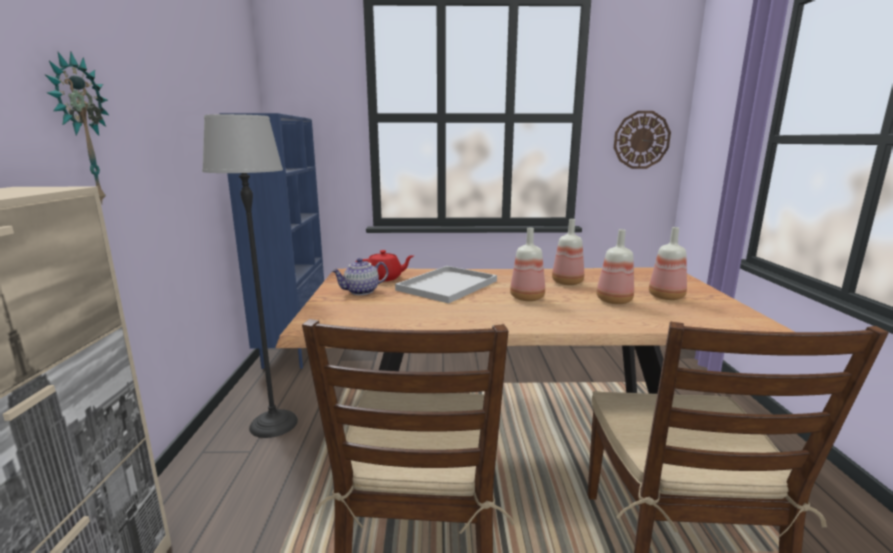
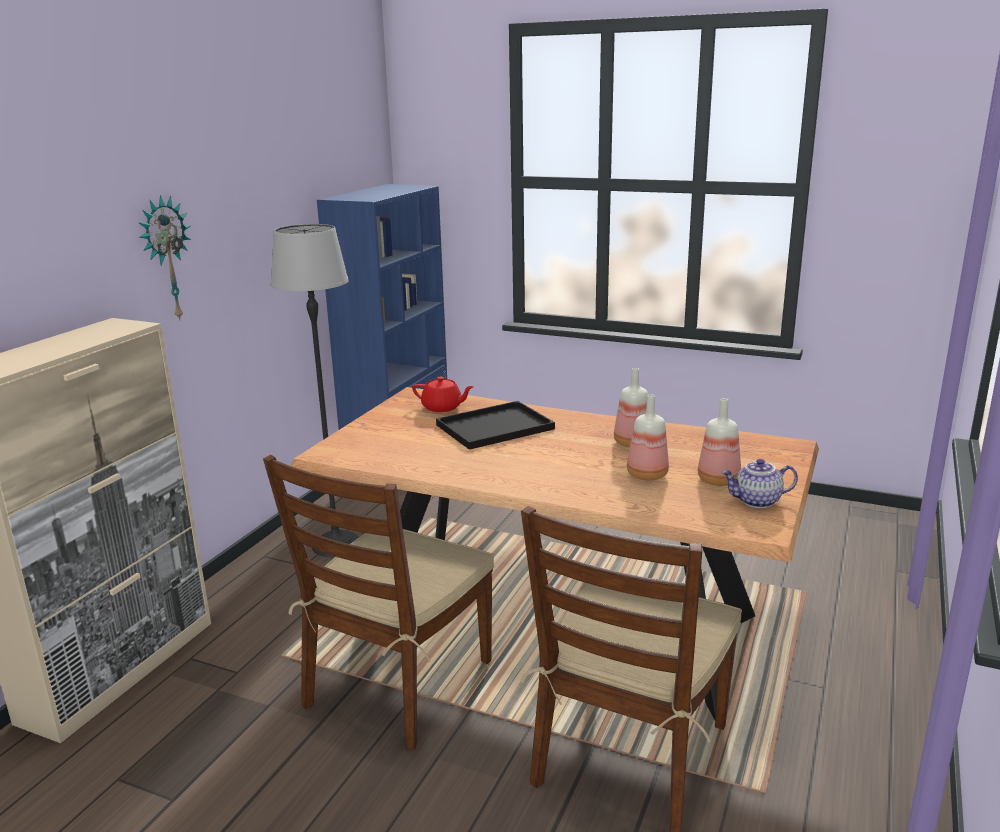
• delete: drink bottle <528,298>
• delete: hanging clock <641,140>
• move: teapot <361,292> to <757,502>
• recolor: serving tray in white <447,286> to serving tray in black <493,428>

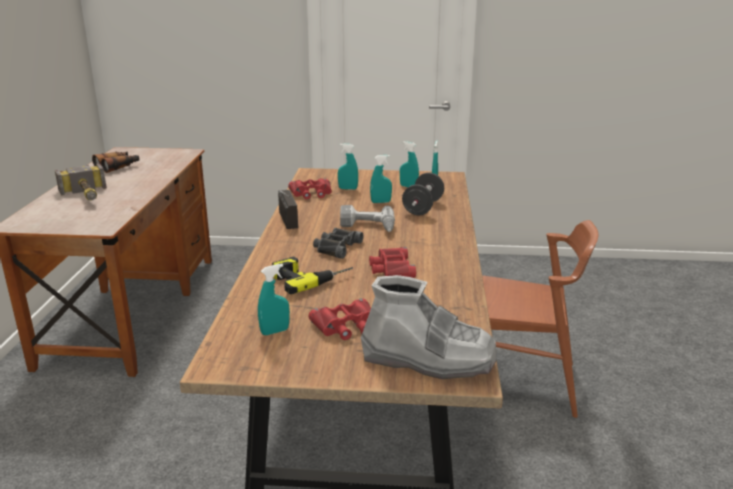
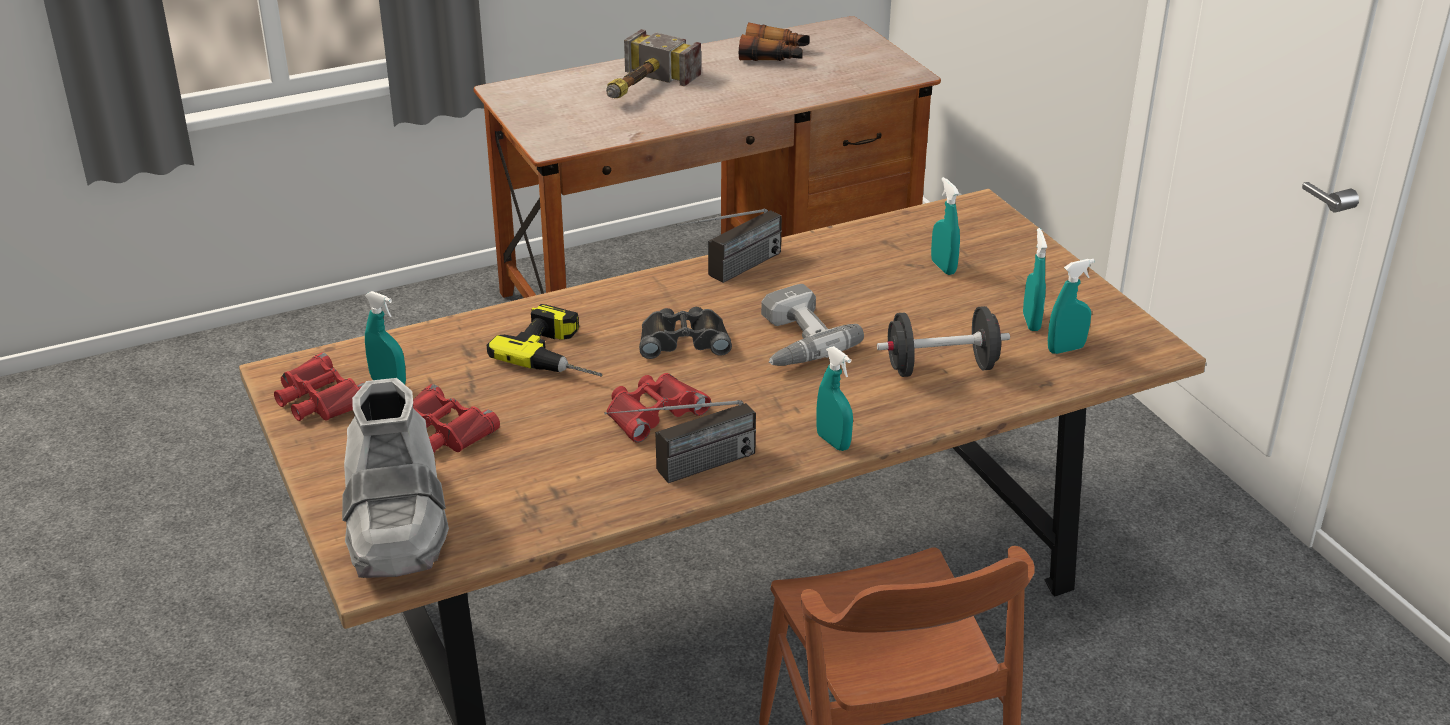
• insert: radio set <683,471>
• move: field glasses in reddish <311,193> to <320,399>
• move: sprayer in turquoise-coloured <381,202> to <833,442>

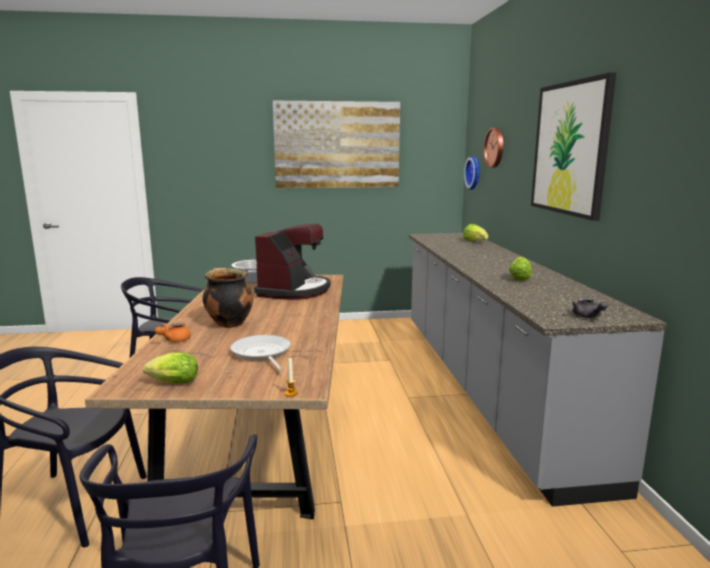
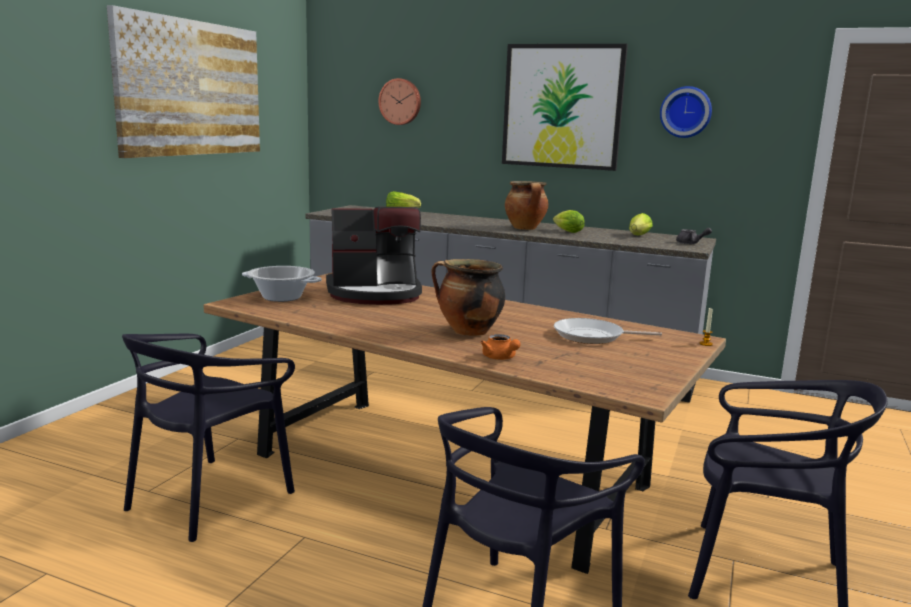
• insert: cooking pot <525,228>
• move: lettuce <171,383> to <638,236>
• move: hanging clock <475,172> to <686,112>
• rotate: coffee maker <294,291> = <375,294> 120 degrees clockwise

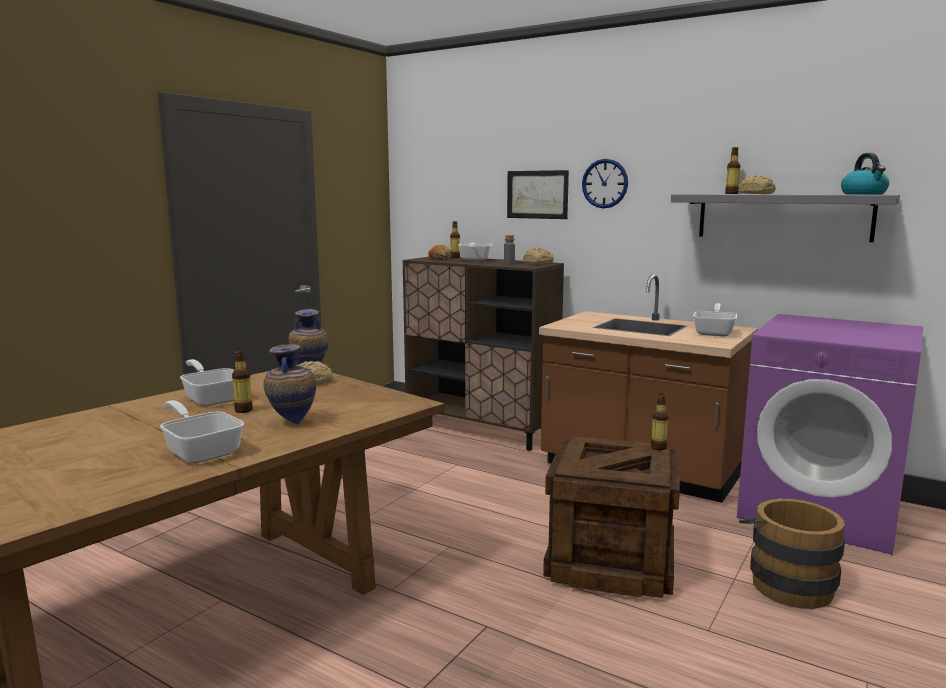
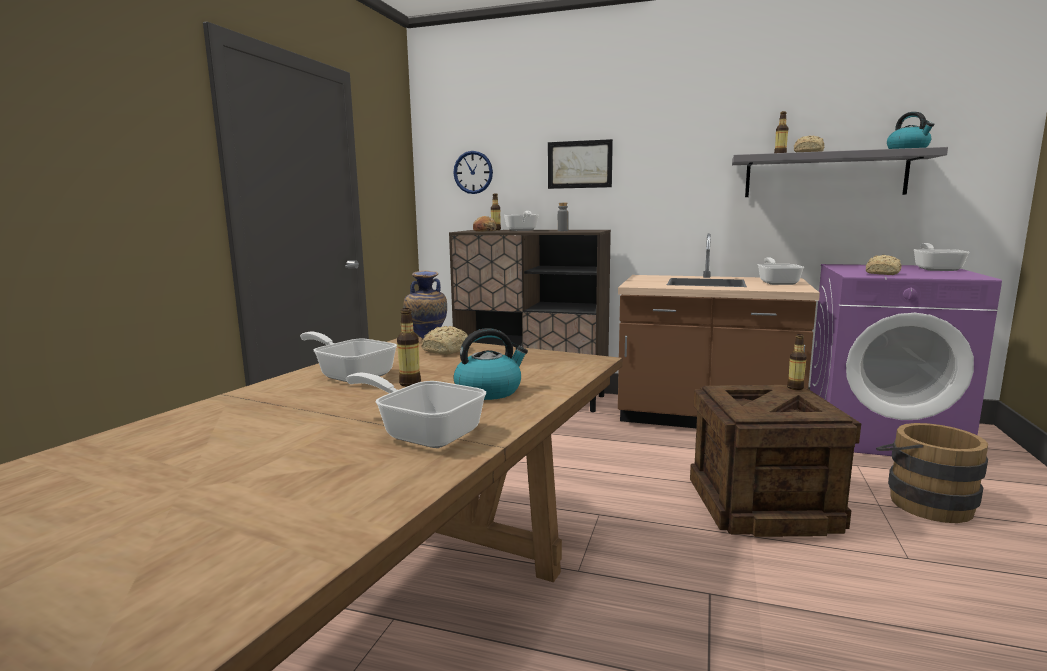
• insert: frying pan <936,269>
• move: bread <538,263> to <883,273>
• move: hanging clock <605,183> to <473,172>
• replace: flower vase <291,423> to water kettle <489,391>

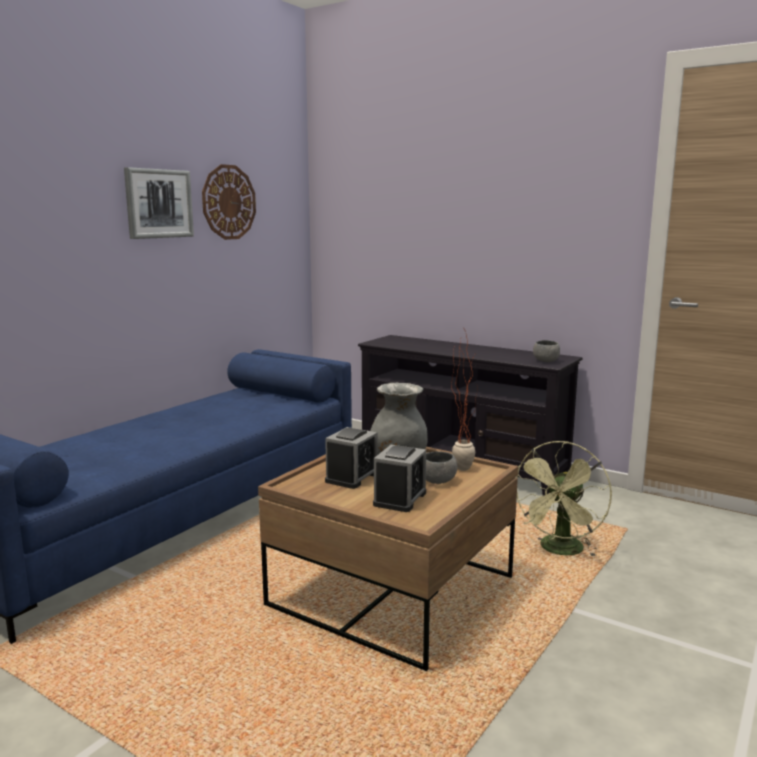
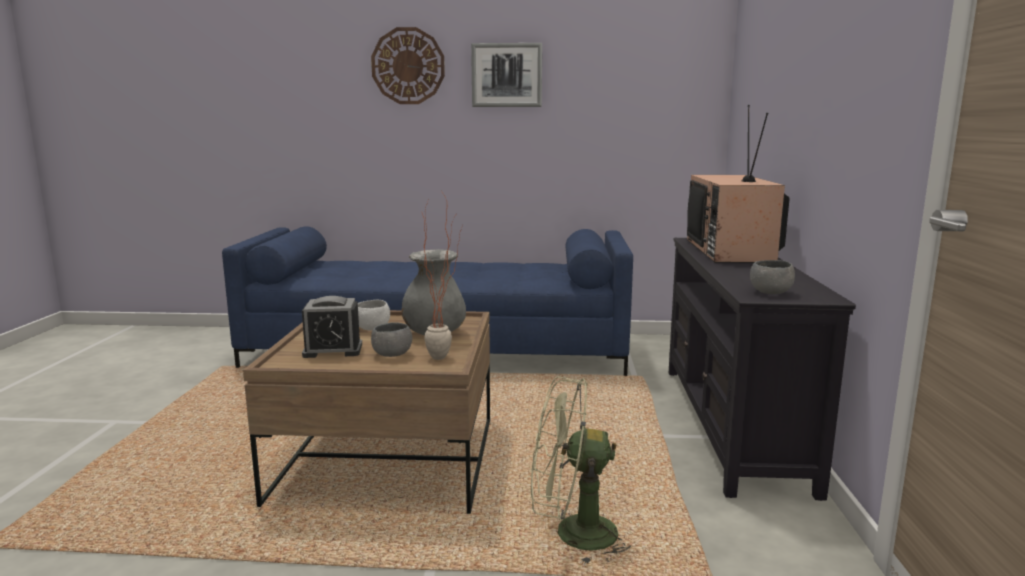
• insert: TV set <731,251>
• move: hanging clock <228,202> to <408,66>
• replace: table clock <352,477> to deep dish in white <372,328>

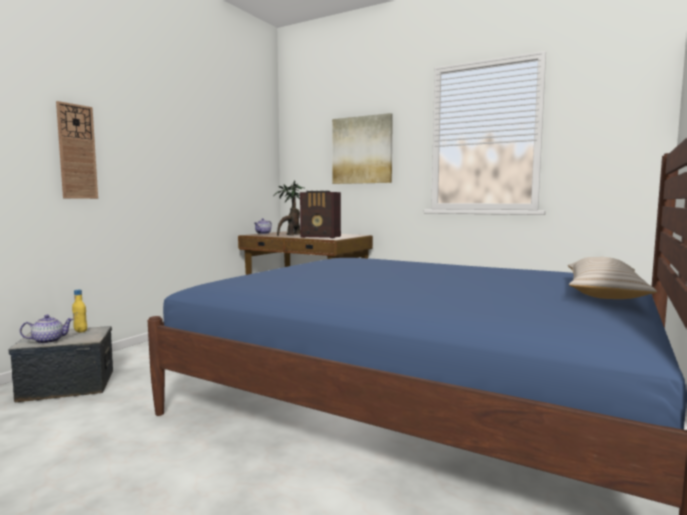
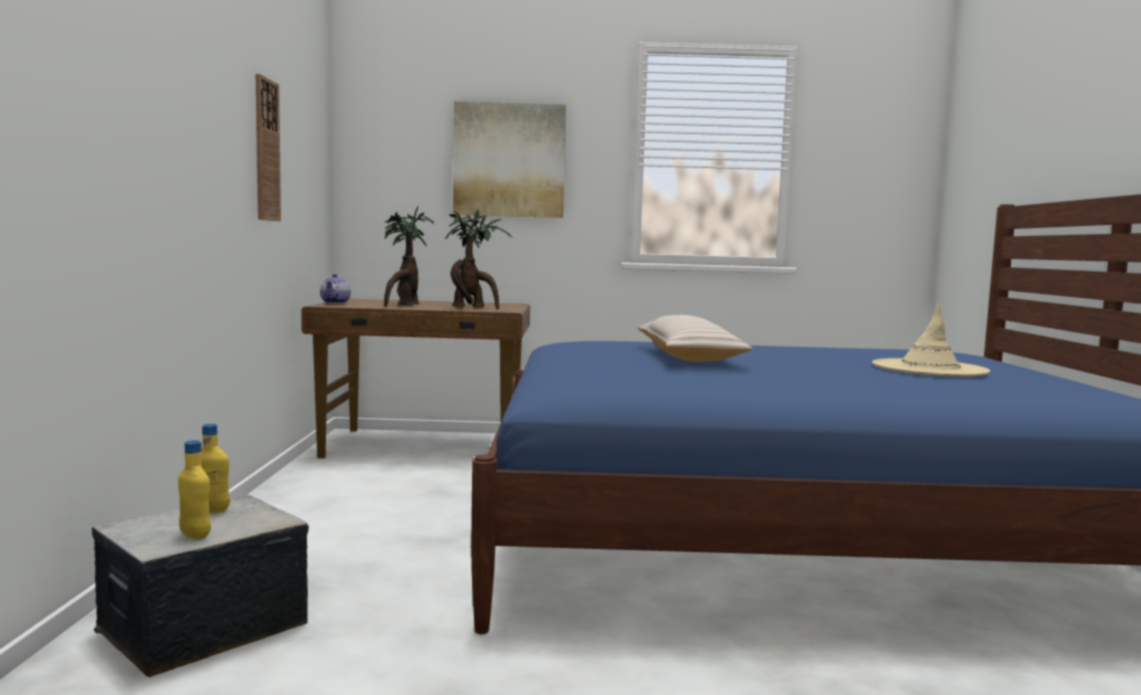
• insert: wearable hat in beige <929,369>
• move: hanging clock <77,152> to <266,150>
• move: cushion in beige <604,293> to <688,357>
• replace: teapot <48,341> to drink bottle in yellow-coloured <195,535>
• replace: radio set <321,237> to potted plant <473,308>

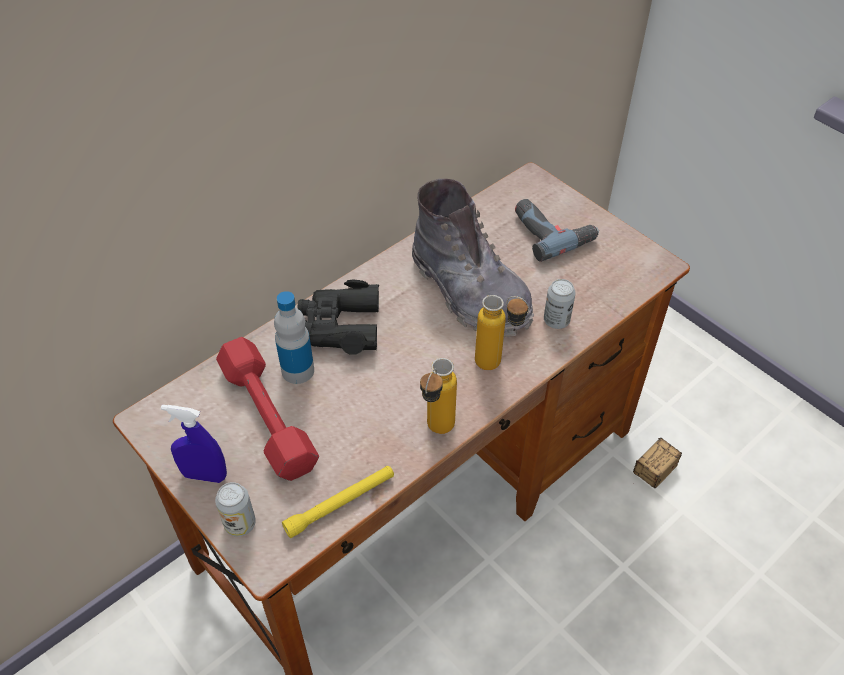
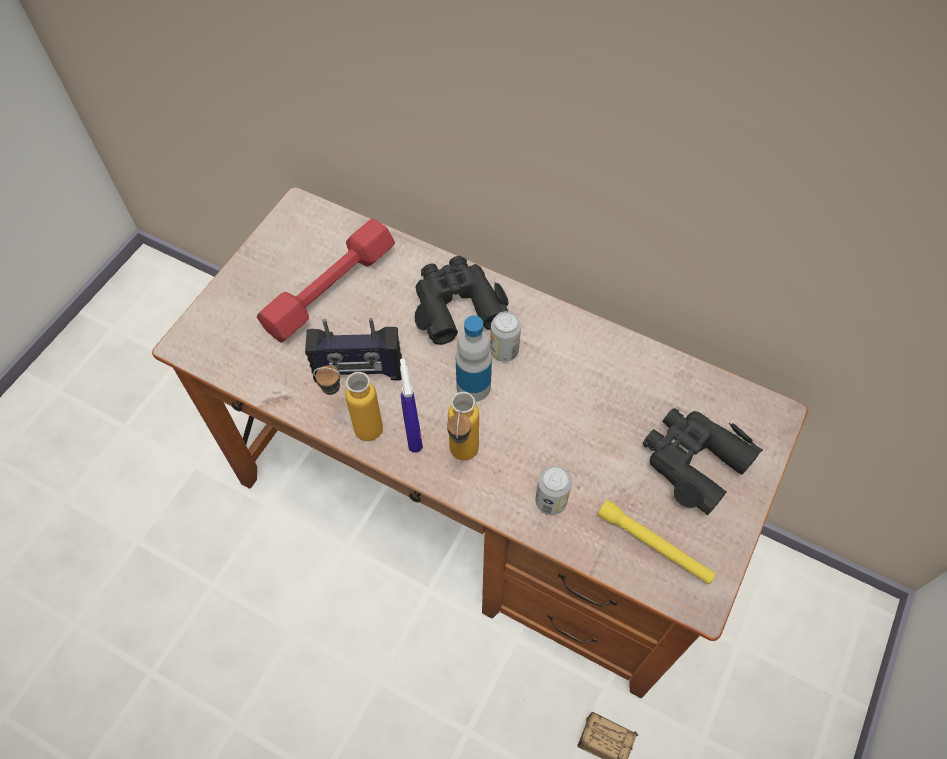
• delete: boot in gray <469,292>
• insert: radio set <358,371>
• move: sprayer in bluish <204,475> to <413,434>
• move: can <240,524> to <504,351>
• move: drink bottle <298,370> to <473,386>
• move: hand torch in yellow-coloured <340,504> to <654,545>
• replace: power drill <552,231> to field glasses in black <693,461>

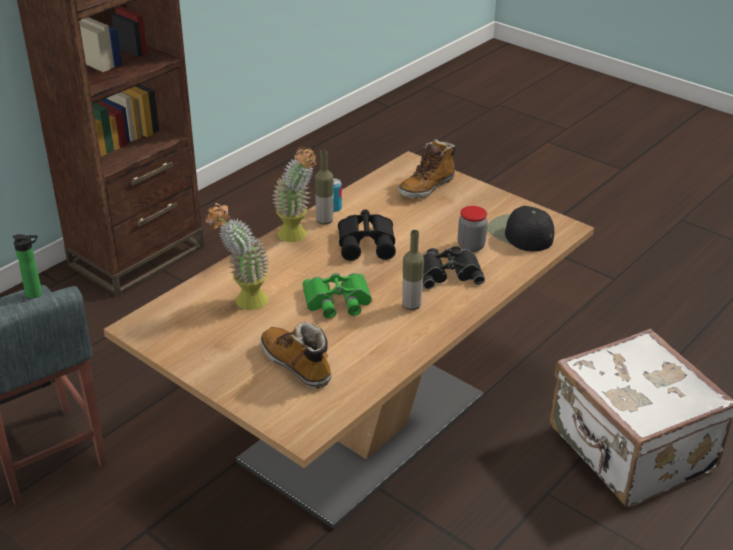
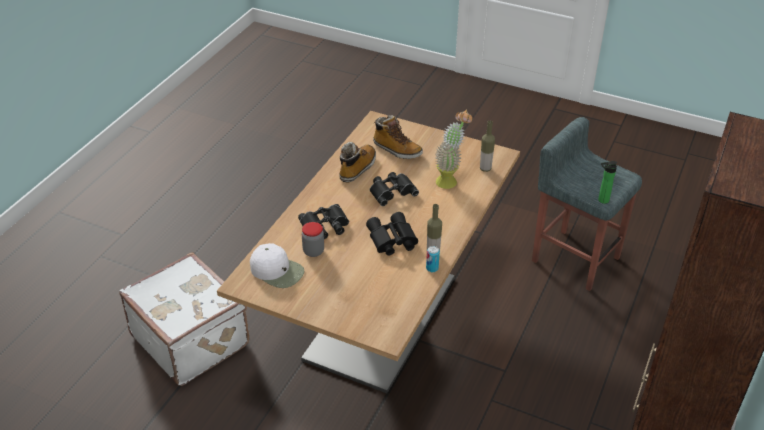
• delete: potted plant <297,237>
• move: boot <426,187> to <357,168>
• move: drink bottle <411,306> to <485,168>
• recolor: field glasses in green-coloured <337,301> to field glasses in black <392,191>
• recolor: baseball cap in black <519,234> to baseball cap in white <277,271>

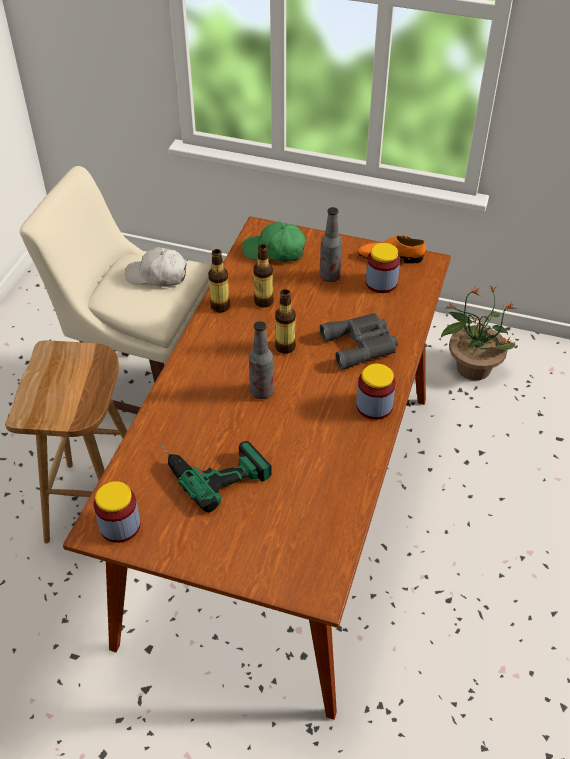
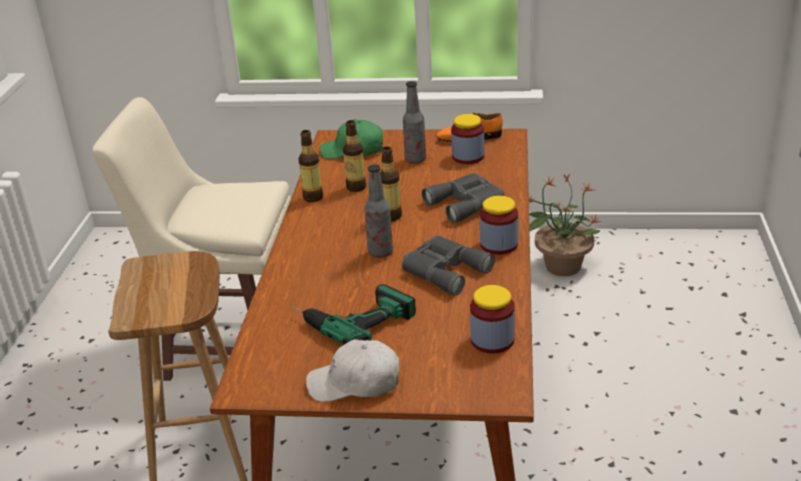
• insert: field glasses in gray <443,269>
• move: storage jar <120,525> to <492,340>
• move: baseball cap in white <157,275> to <355,383>

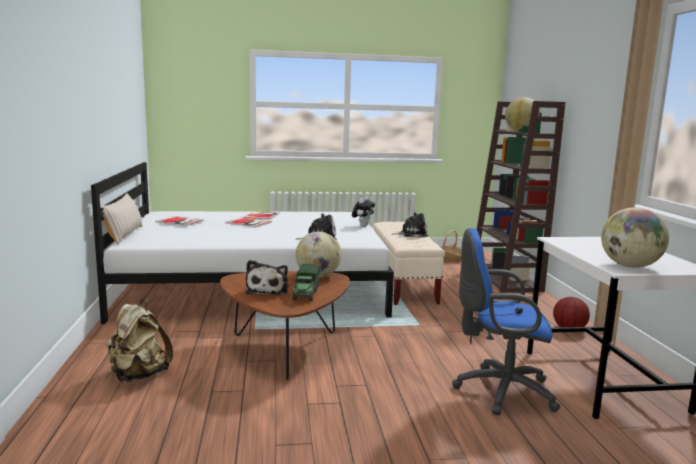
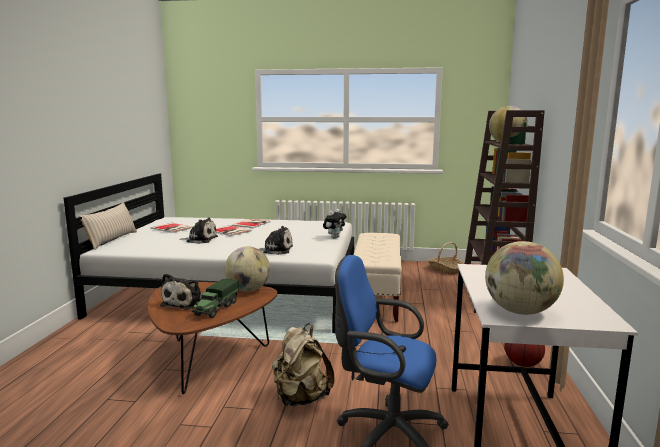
• move: backpack in beige <138,375> to <301,398>
• move: soft toy <412,234> to <200,239>

